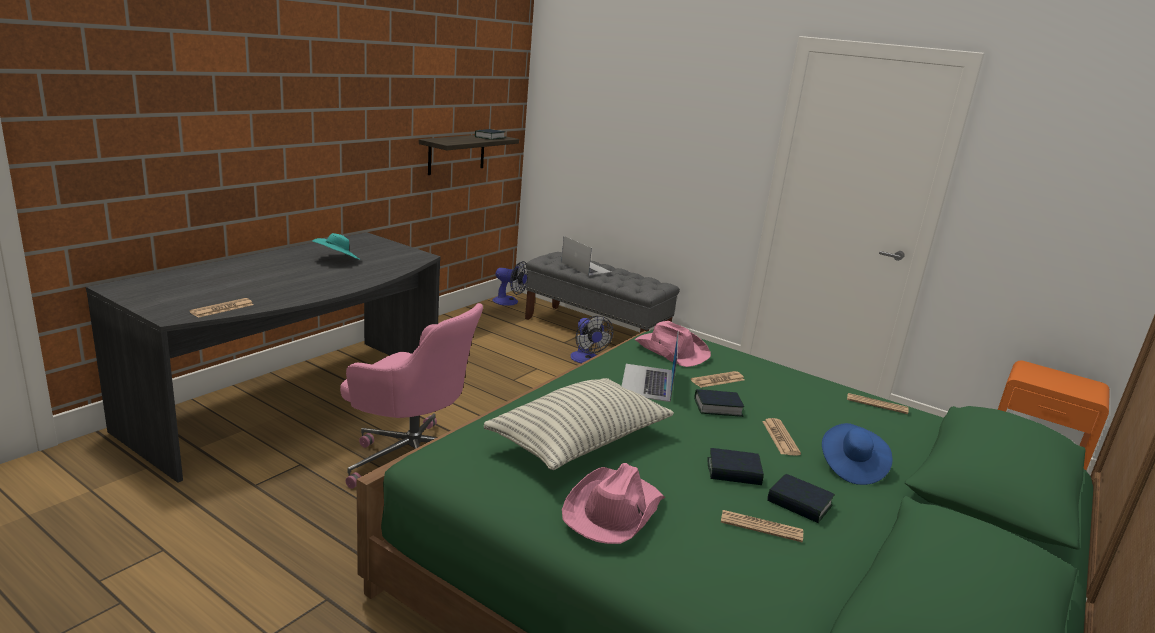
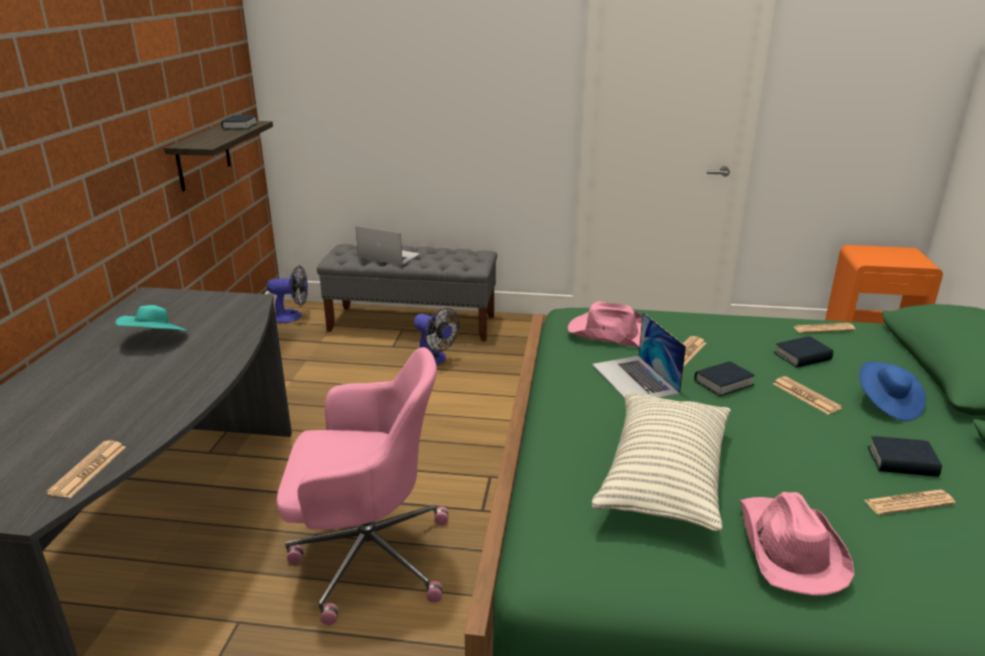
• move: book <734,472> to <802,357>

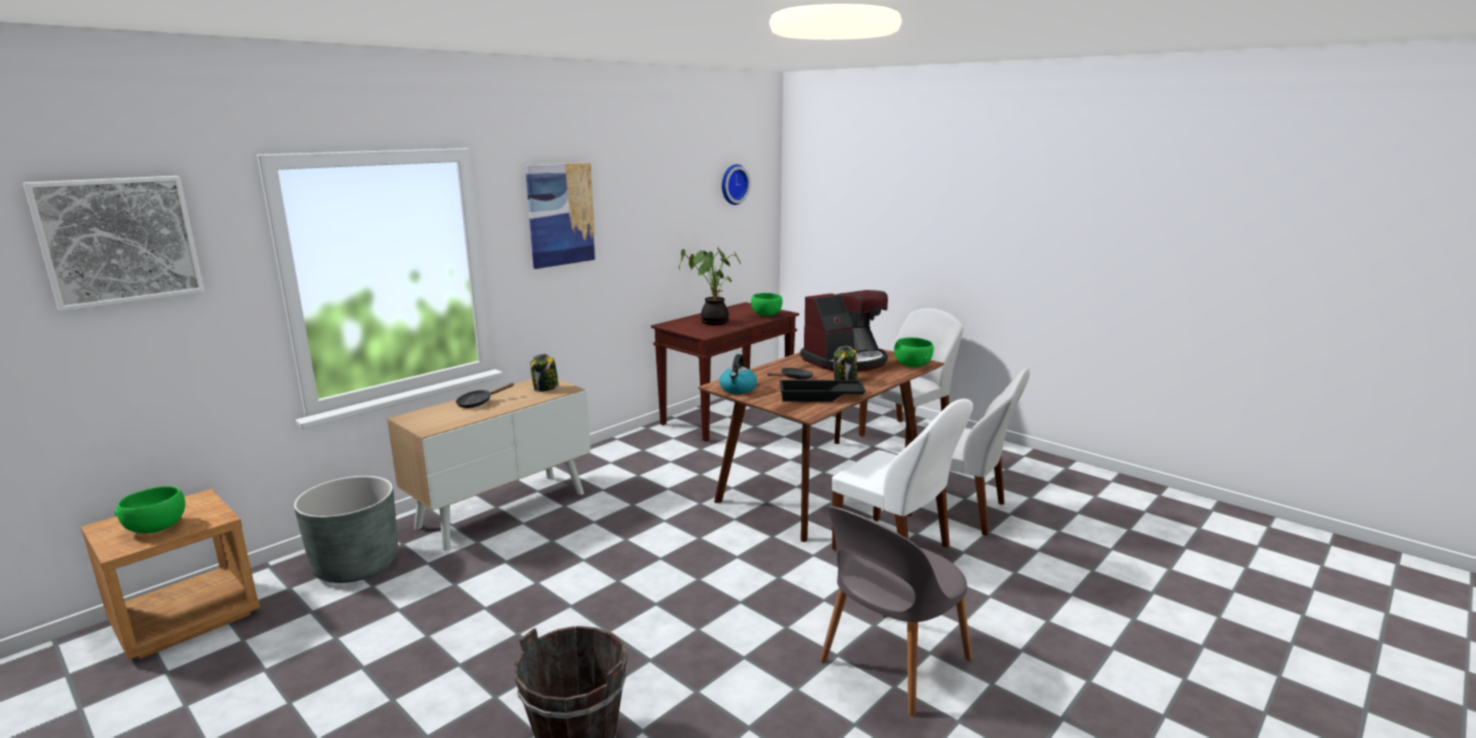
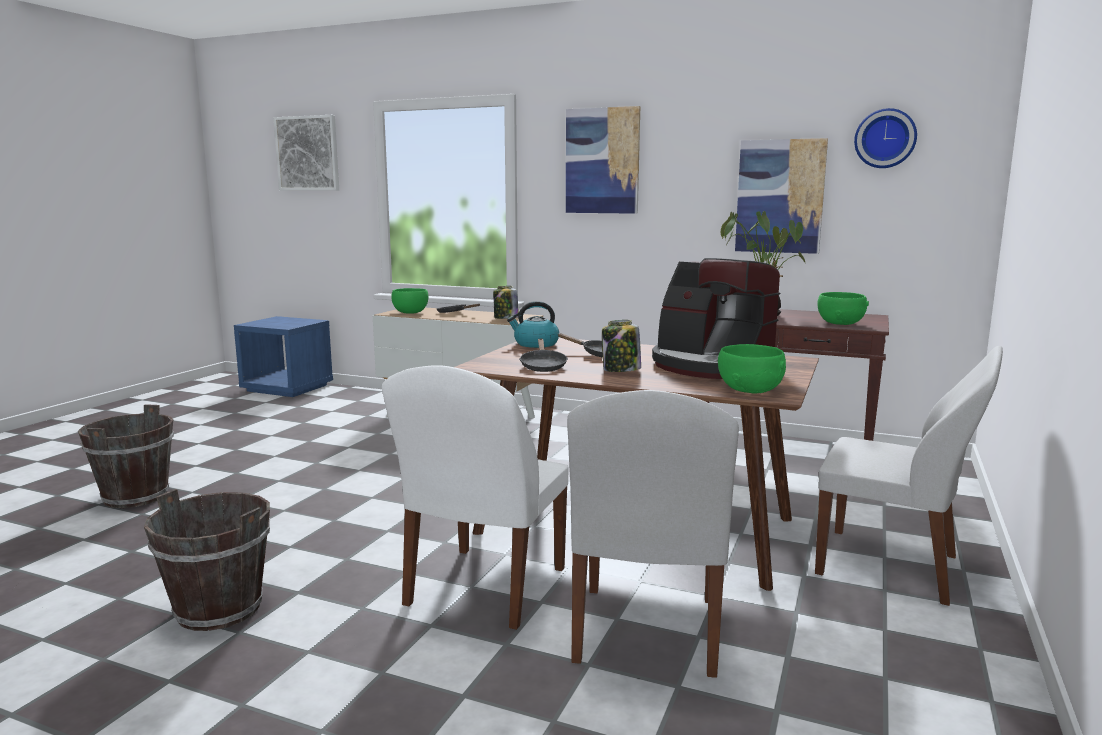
• delete: flower pot in gray <356,565>
• insert: wall art <780,196>
• move: deep dish in green-coloured <157,528> to <410,313>
• replace: serving tray in black <820,396> to frying pan in black <543,366>
• replace: upright chair in gray <891,663> to bucket in brown <220,609>
• recolor: night table in brown <186,618> to night table in bluish <288,388>

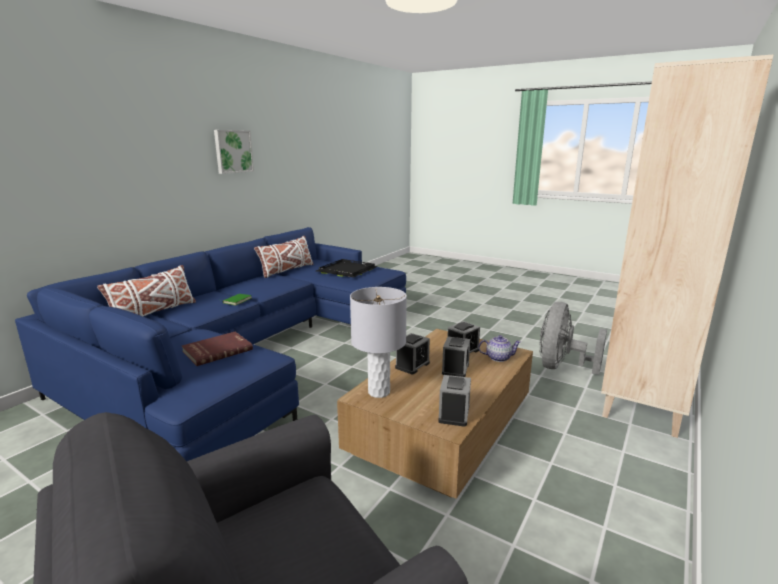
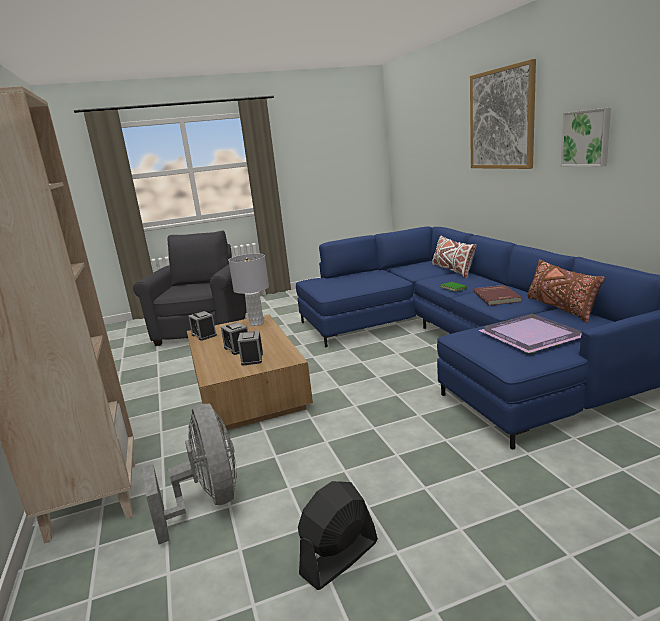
• delete: table clock <412,365>
• delete: teapot <498,358>
• insert: cooling fan in black <339,558>
• insert: wall art <501,119>
• move: book in reddish <217,350> to <497,297>
• recolor: cushion in white <286,270> to cushion in brown <560,308>
• recolor: serving tray in black <348,270> to serving tray in purplish <530,337>

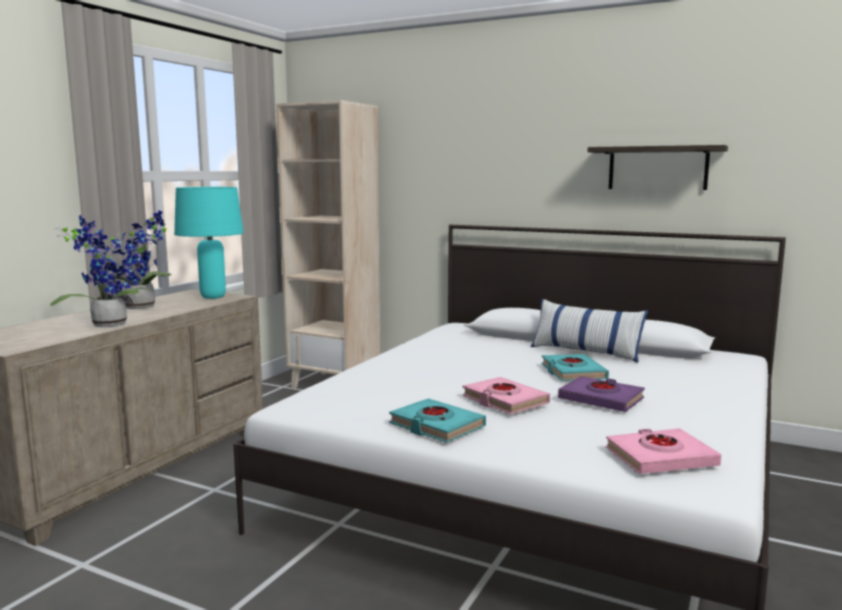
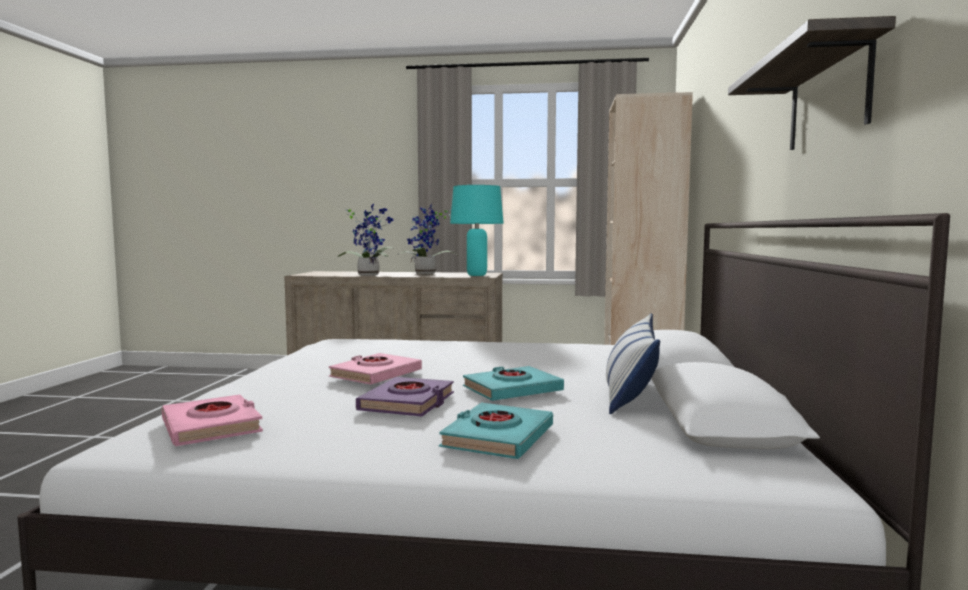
• move: book in turquoise-coloured <436,426> to <497,438>

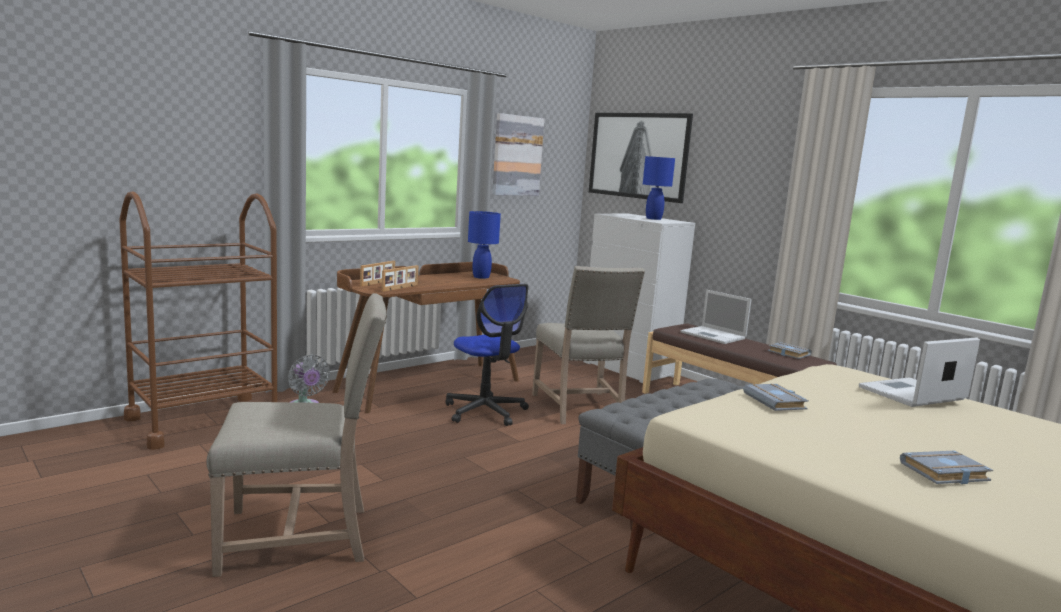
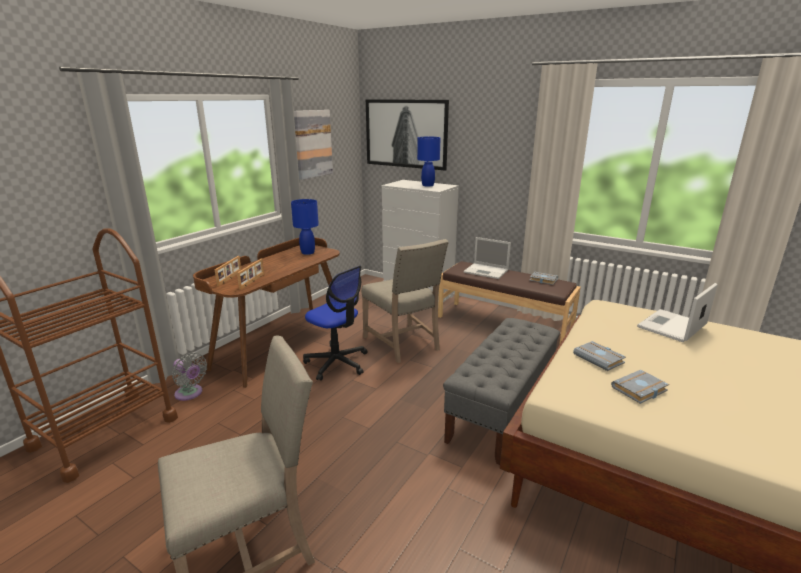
• move: book in gray <944,473> to <639,390>

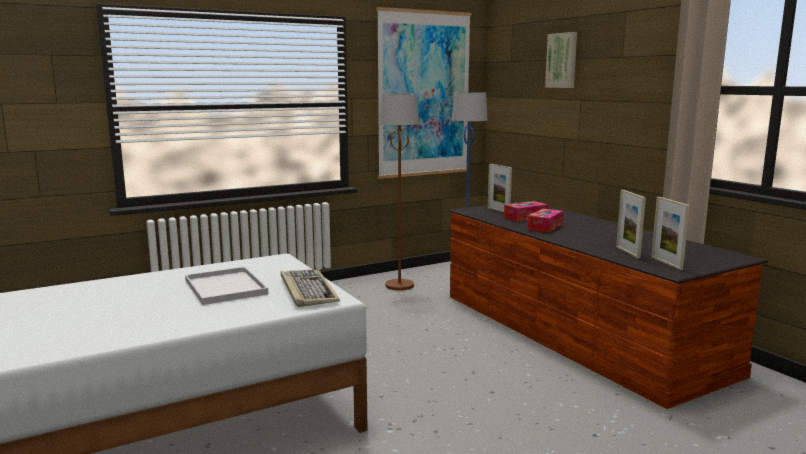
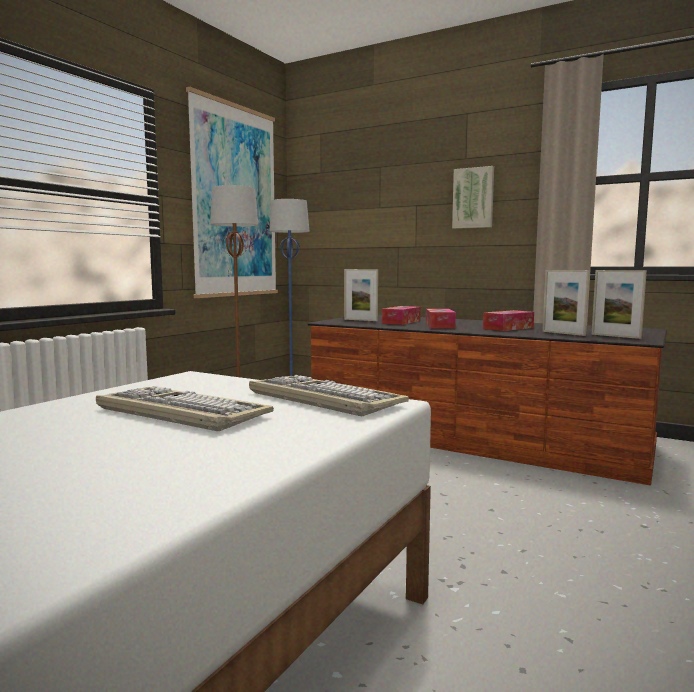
• insert: tissue holder <508,328>
• move: wall art <562,60> to <473,198>
• replace: serving tray in white <224,287> to computer keyboard <179,413>

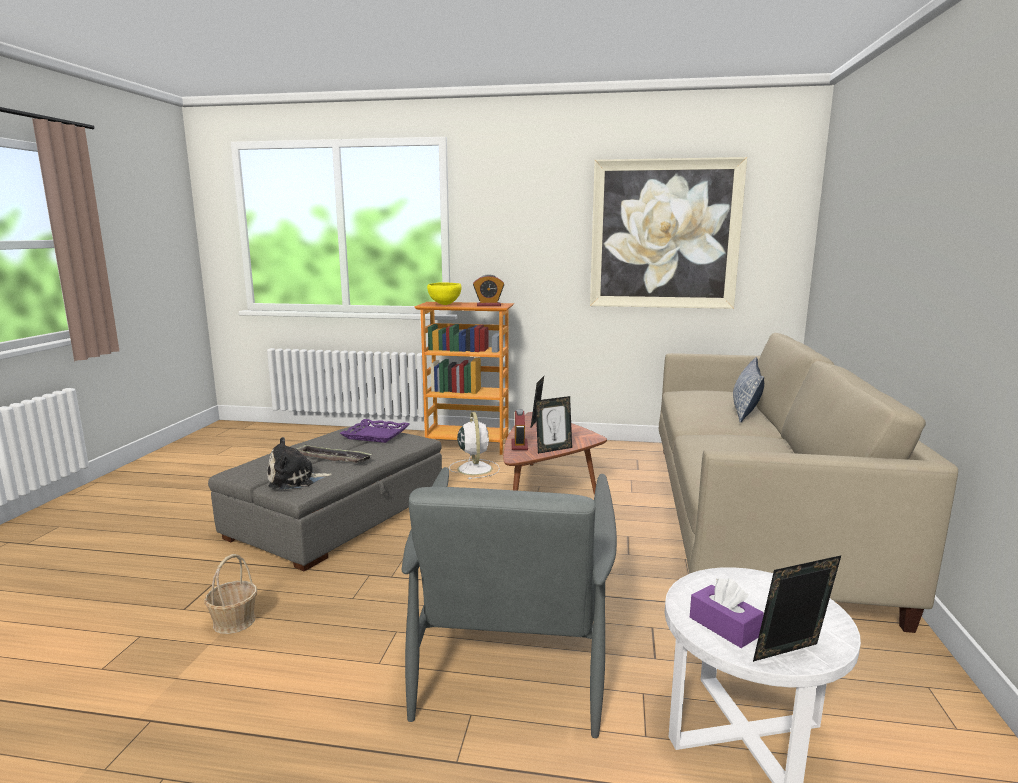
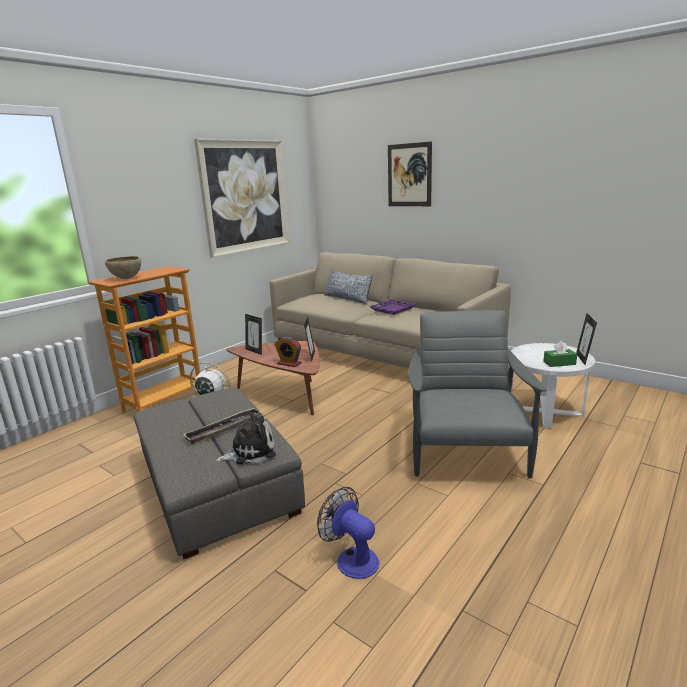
• delete: table clock <488,305>
• insert: wall art <409,175>
• move: serving tray in purplish <375,435> to <393,309>
• replace: storage basket <234,622> to cooling fan <351,558>
• recolor: deep dish in yellow-coloured <444,304> to deep dish in brown <126,279>
• recolor: tissue holder in purplish <724,626> to tissue holder in green-coloured <559,363>
• rotate: soft toy <295,480> = <250,451> 120 degrees counterclockwise
• rotate: lounge chair in gray <512,656> = <466,449> 120 degrees counterclockwise

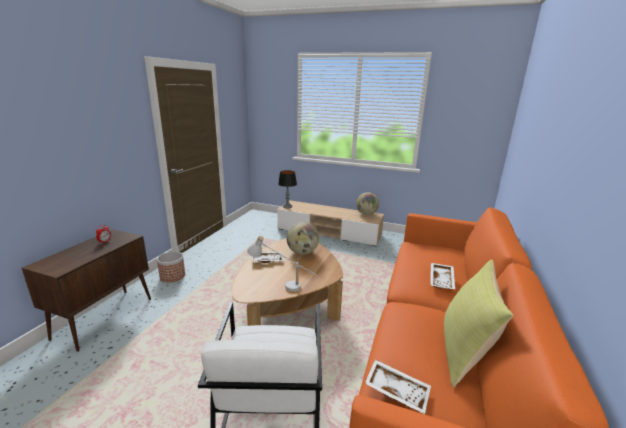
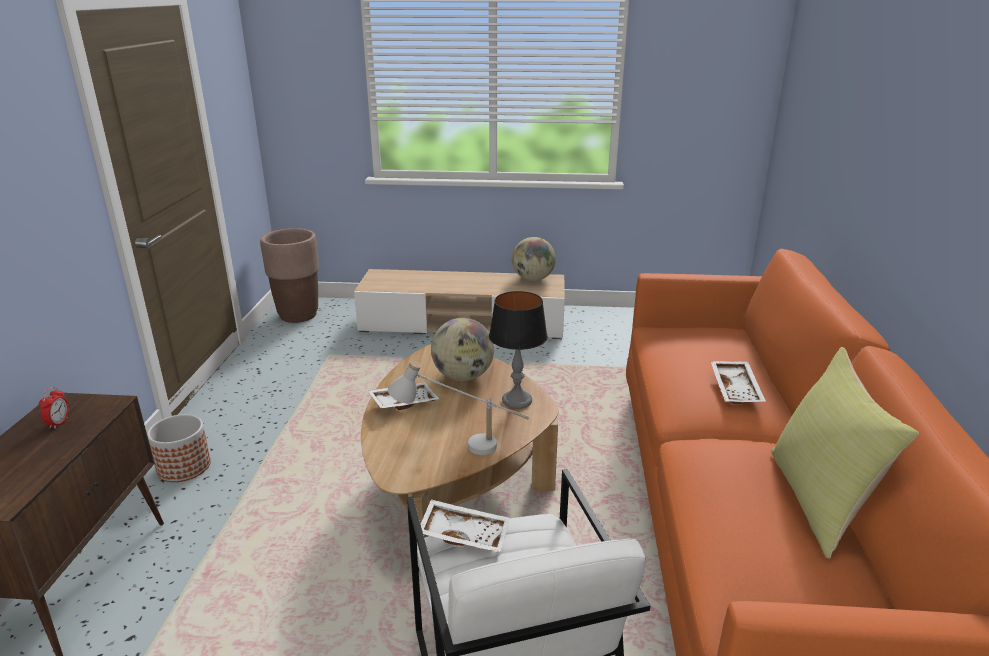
• insert: flower pot in brown <298,315>
• move: table lamp <287,206> to <516,400>
• move: serving tray in white <397,390> to <465,533>

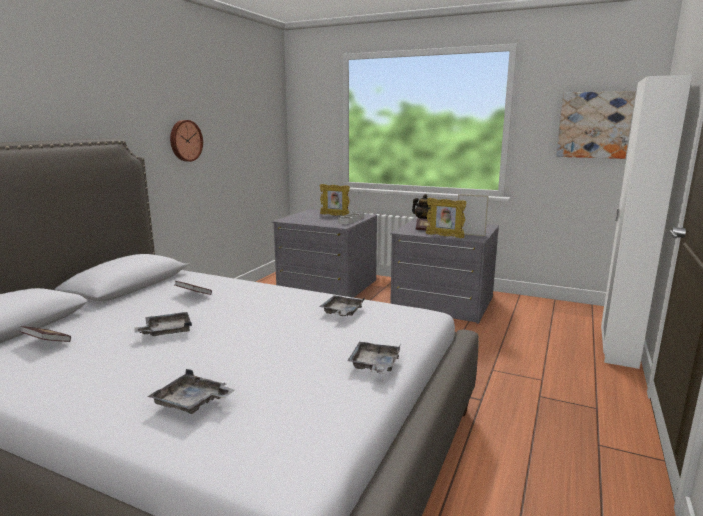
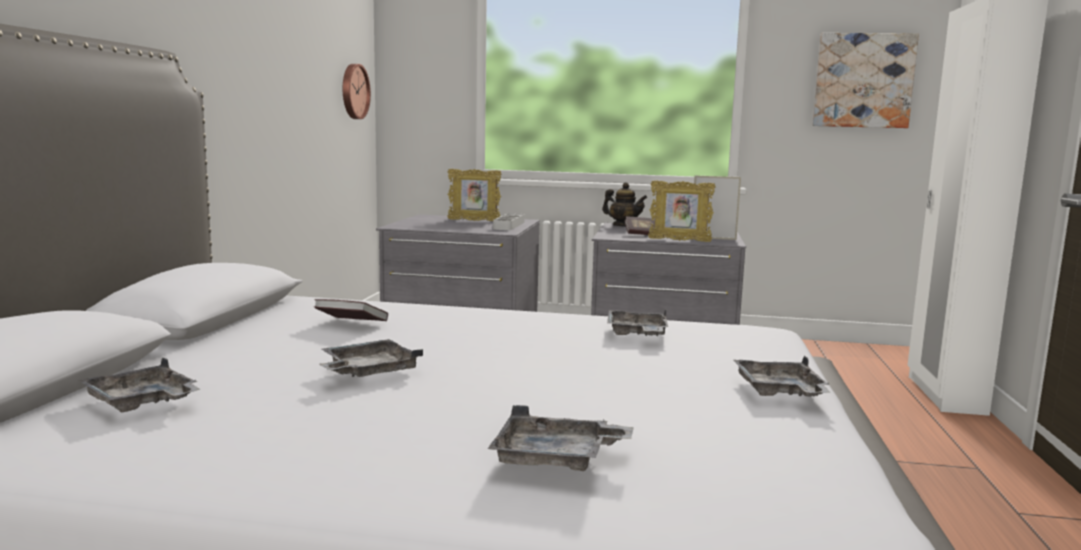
• move: hanging clock <185,140> to <353,91>
• replace: book <47,343> to serving tray in gray <142,403>

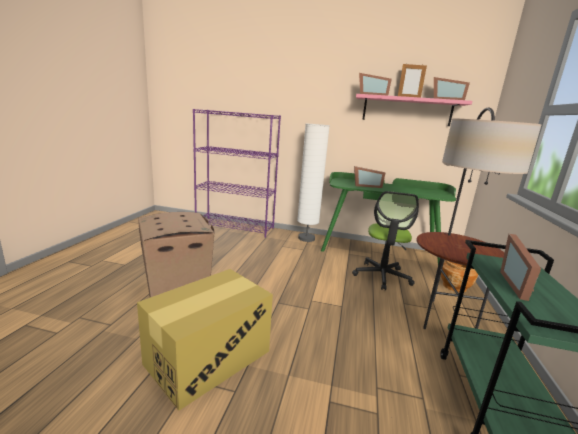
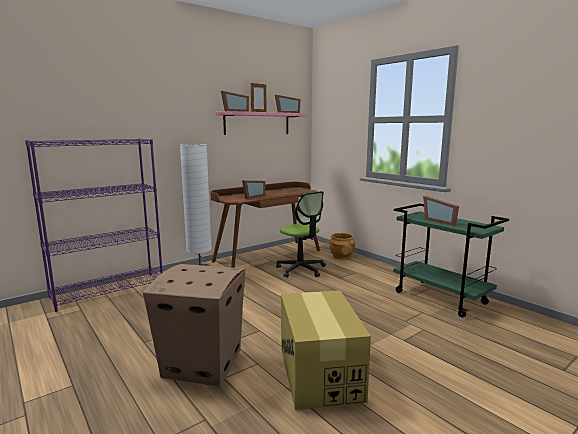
• delete: standing lamp <441,317>
• recolor: desk table in green-coloured <378,251> to desk table in brown <267,255>

